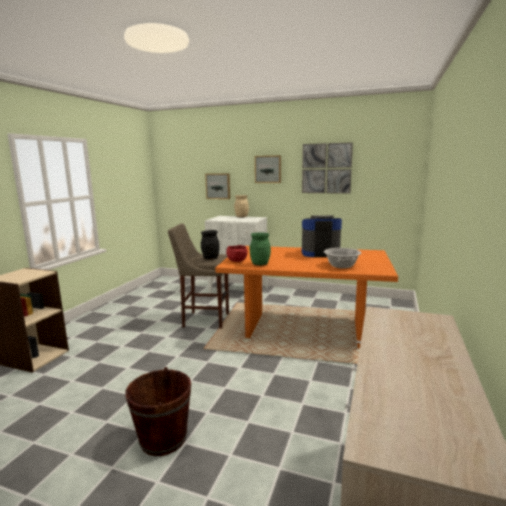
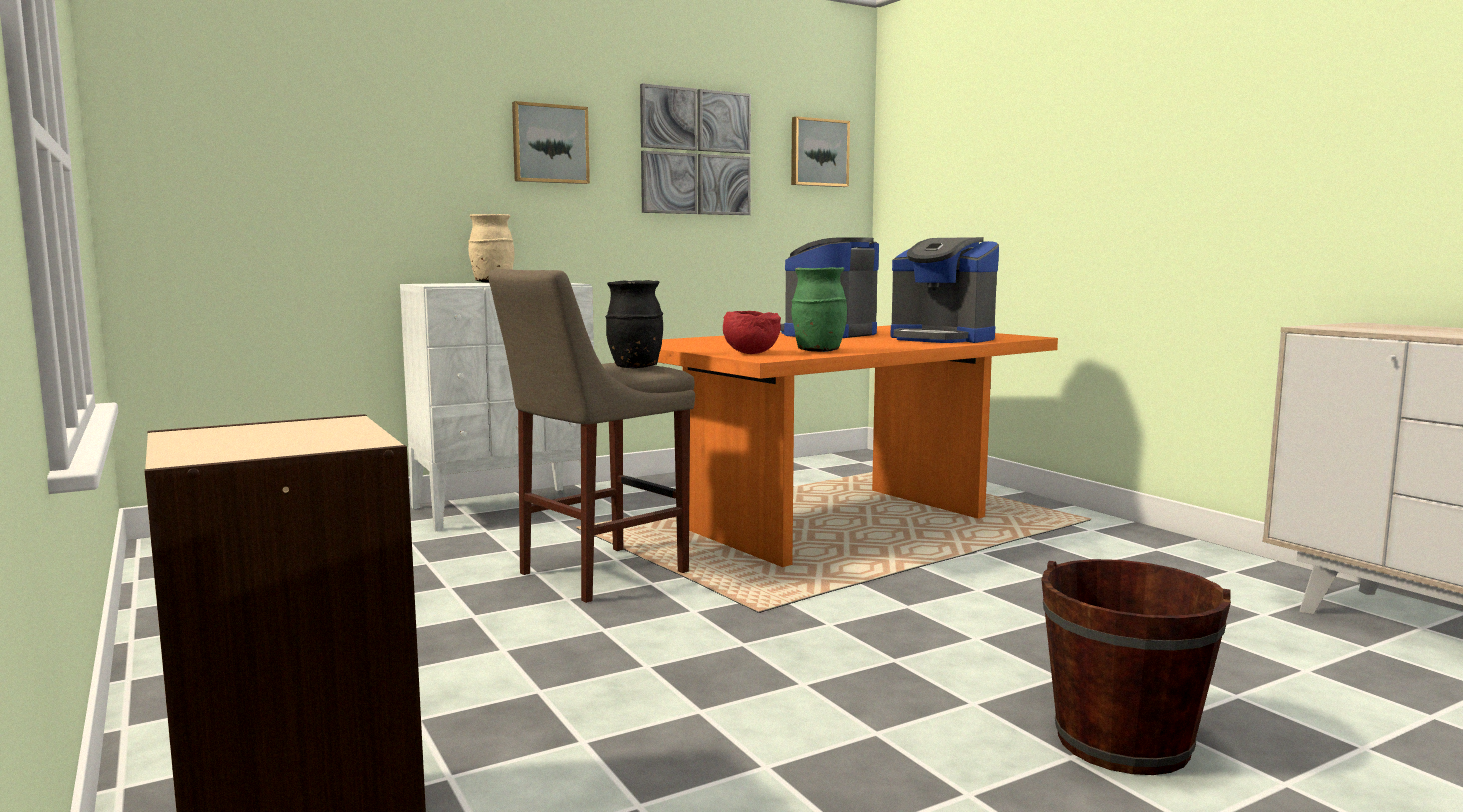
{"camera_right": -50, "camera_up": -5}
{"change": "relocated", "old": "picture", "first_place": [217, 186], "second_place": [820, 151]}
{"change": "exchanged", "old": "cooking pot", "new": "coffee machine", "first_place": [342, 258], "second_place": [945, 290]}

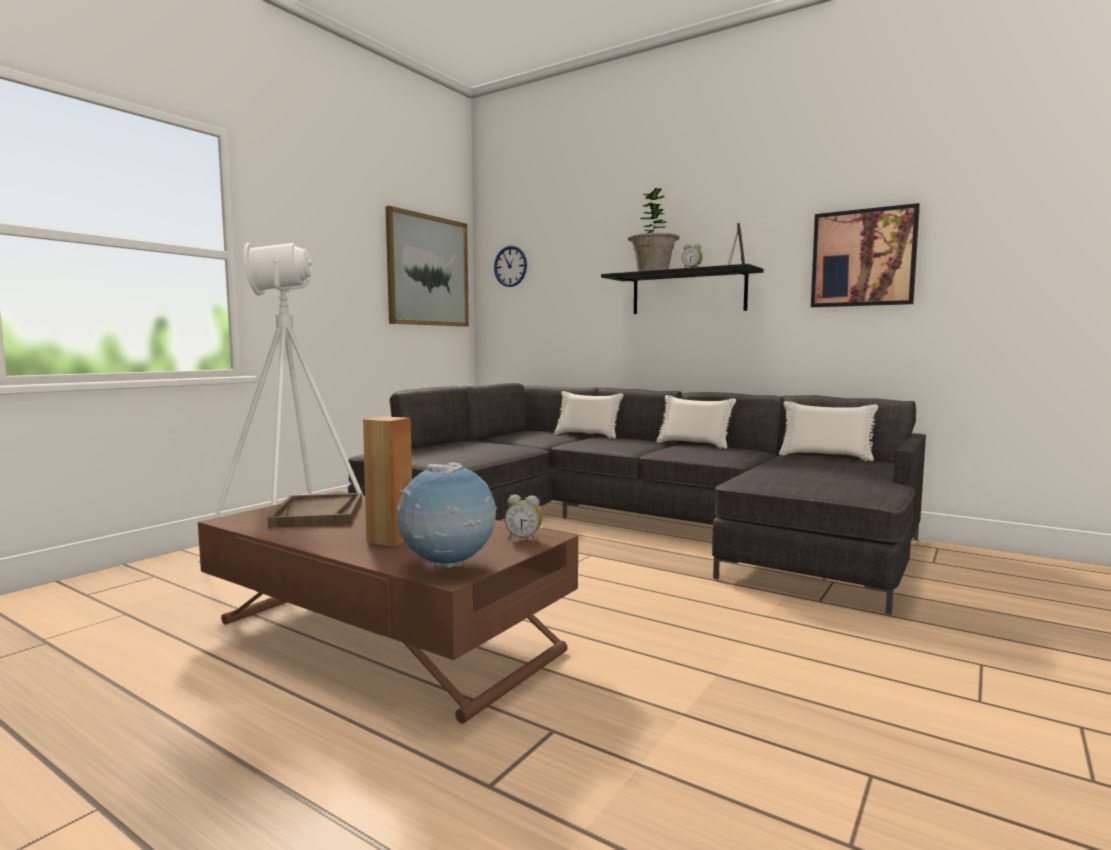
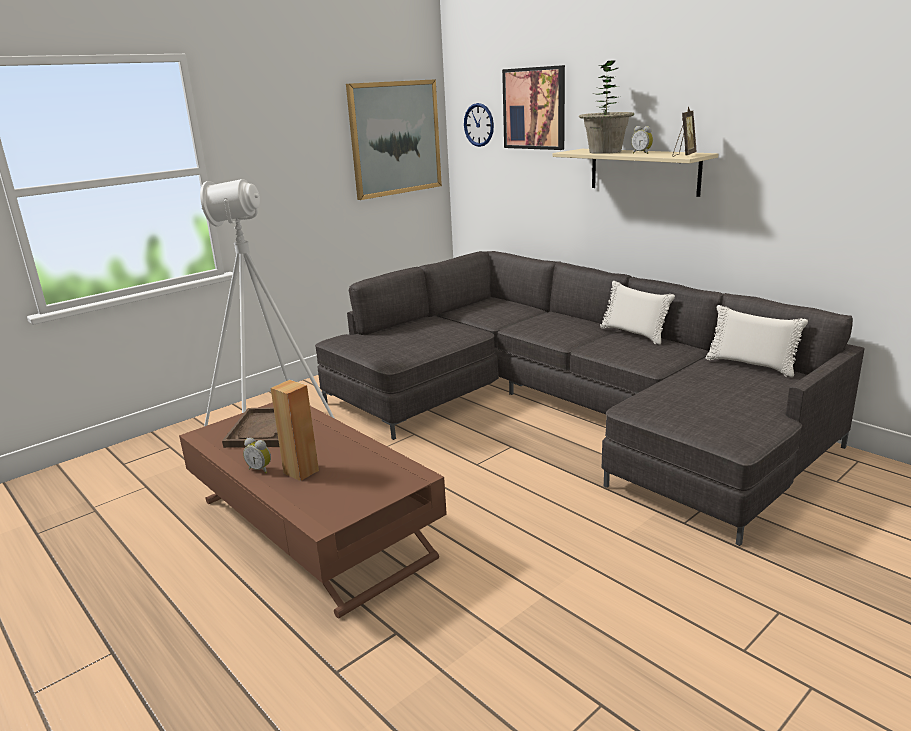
{"camera_right": 15, "camera_up": 15}
{"change": "missing", "old": "globe", "first_place": [446, 515]}
{"change": "missing", "old": "pillow in white", "first_place": [589, 415]}
{"change": "relocated", "old": "alarm clock", "first_place": [523, 518], "second_place": [257, 455]}
{"change": "relocated", "old": "picture", "first_place": [865, 255], "second_place": [533, 107]}
{"change": "colour", "old": "shelf in black", "new": "shelf in beige", "first_place": [682, 289], "second_place": [635, 173]}

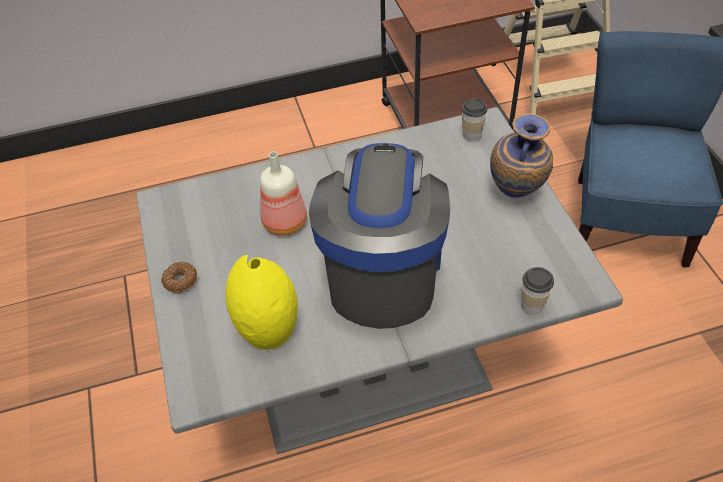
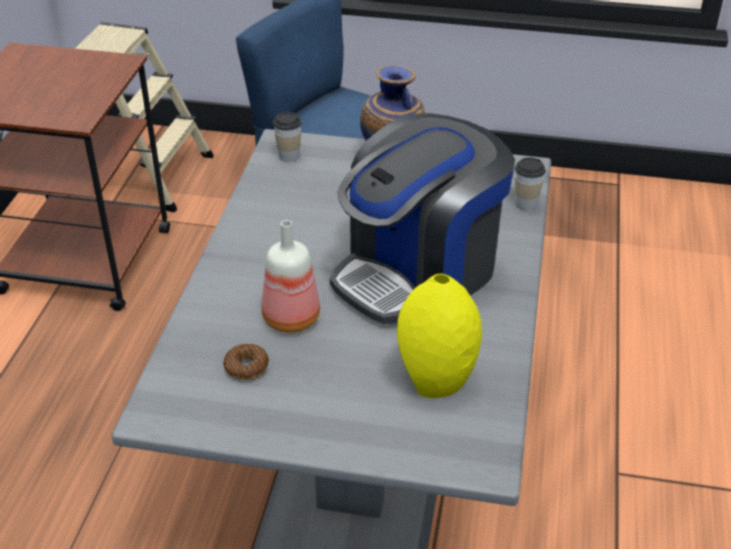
{"camera_right": -65, "camera_up": -10}
{"change": "relocated", "old": "donut", "first_place": [179, 277], "second_place": [246, 362]}
{"change": "spun", "old": "coffee machine", "first_place": [379, 236], "second_place": [422, 218], "degrees": -75}

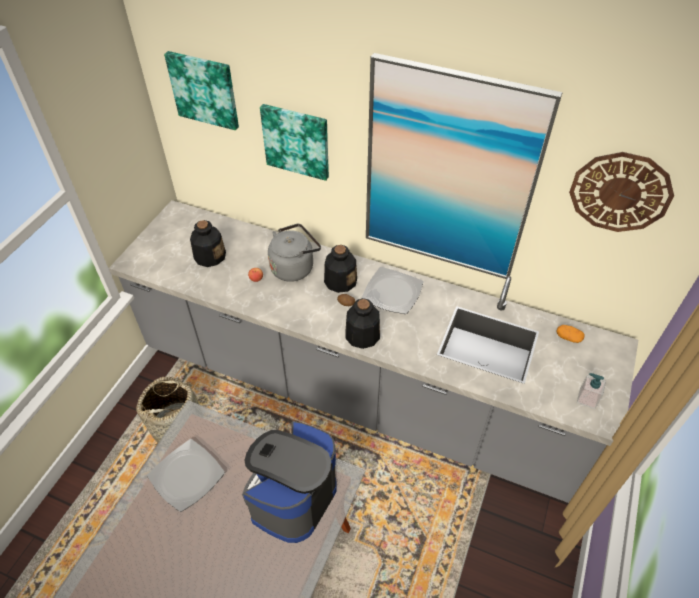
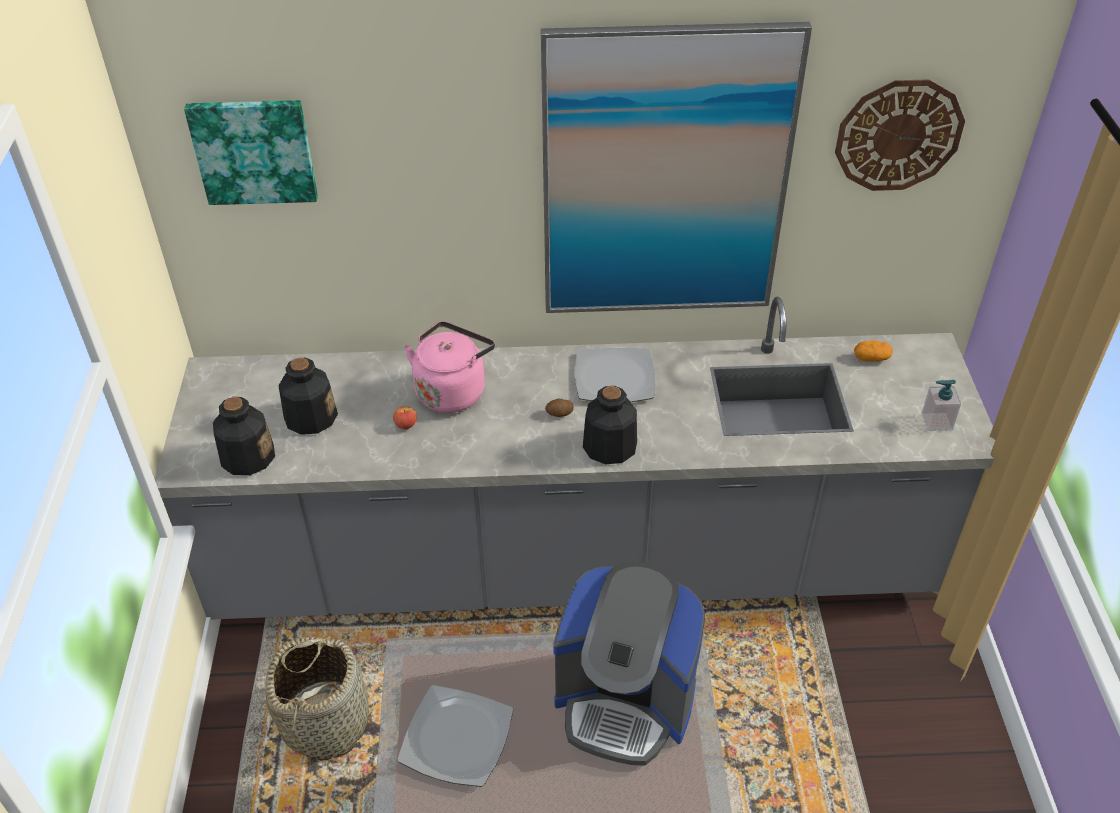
{"camera_right": -25, "camera_up": -5}
{"change": "missing", "old": "picture", "first_place": [294, 142]}
{"change": "relocated", "old": "bottle", "first_place": [340, 269], "second_place": [244, 436]}
{"change": "colour", "old": "kettle in grey", "new": "kettle in pink", "first_place": [294, 253], "second_place": [449, 367]}
{"change": "spun", "old": "coffee machine", "first_place": [289, 482], "second_place": [630, 663], "degrees": -75}

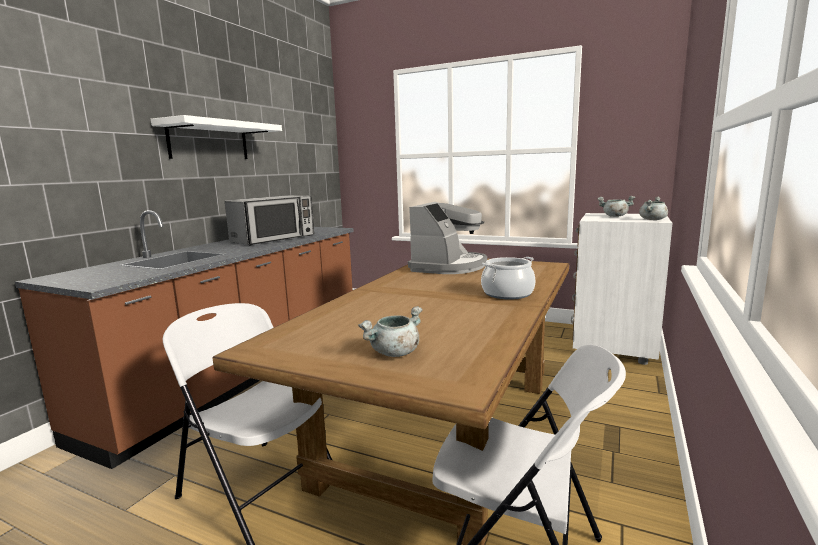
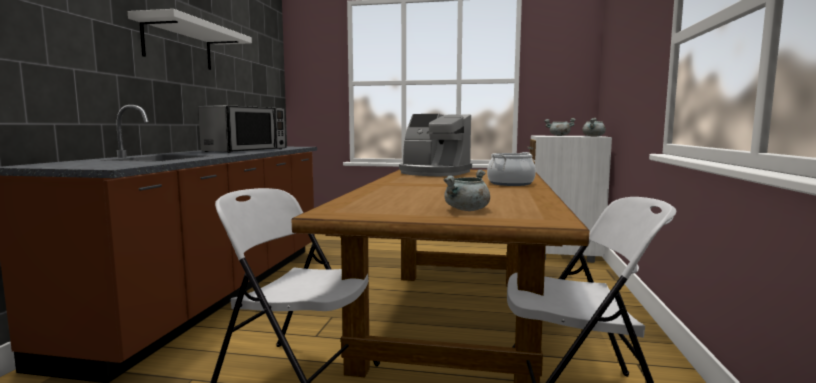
{"camera_right": -15, "camera_up": -5}
{"change": "spun", "old": "coffee machine", "first_place": [447, 238], "second_place": [435, 145], "degrees": 105}

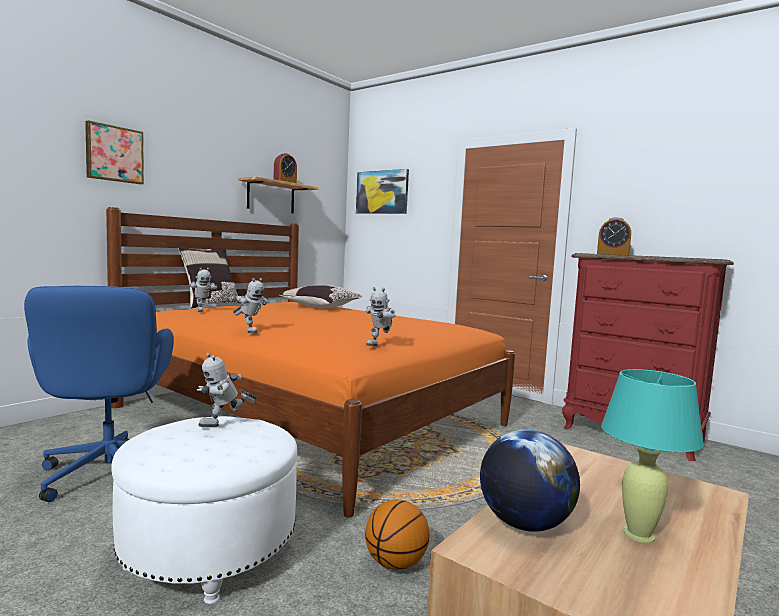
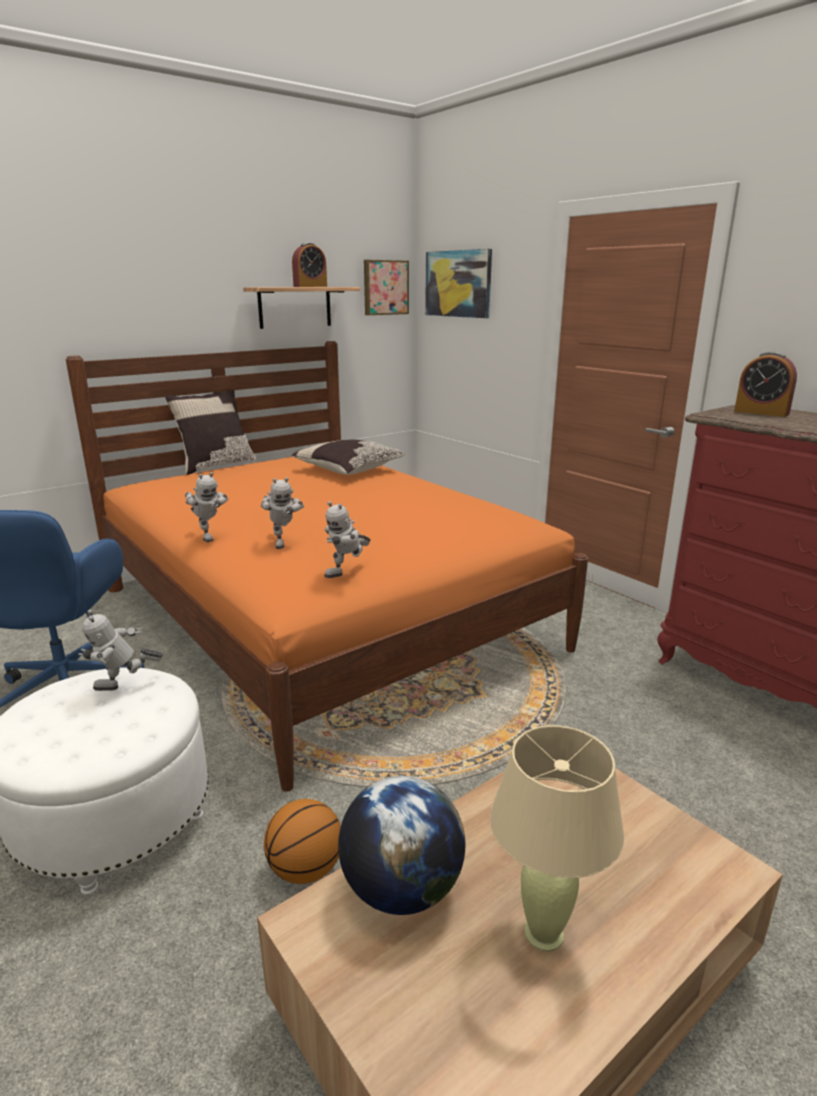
{"camera_right": 15, "camera_up": 15}
{"change": "relocated", "old": "picture", "first_place": [114, 152], "second_place": [386, 287]}
{"change": "relocated", "old": "toy robot", "first_place": [203, 290], "second_place": [282, 513]}
{"change": "colour", "old": "table lamp in turquoise", "new": "table lamp in beige", "first_place": [652, 456], "second_place": [557, 838]}

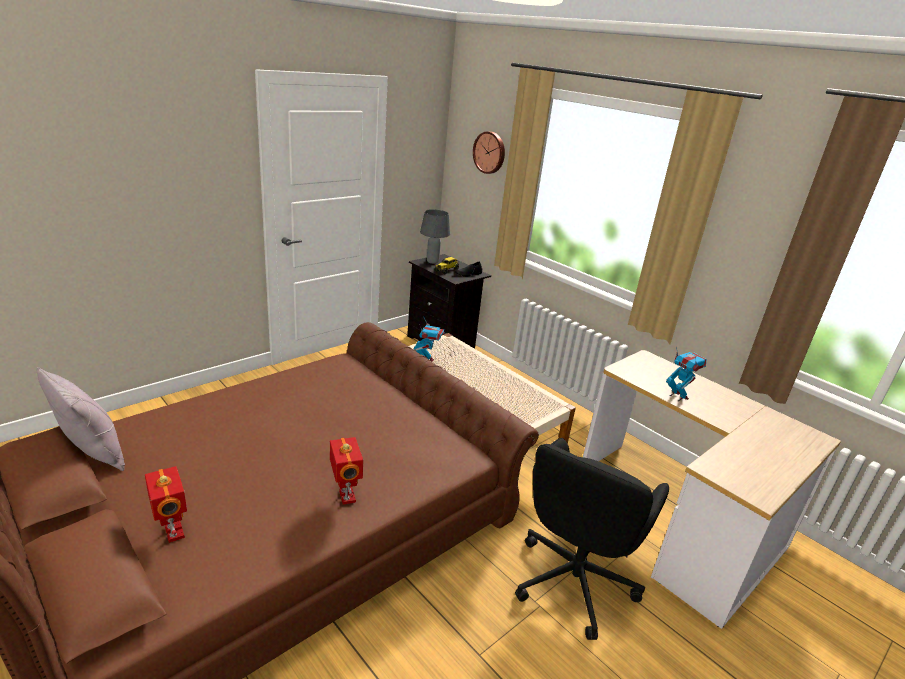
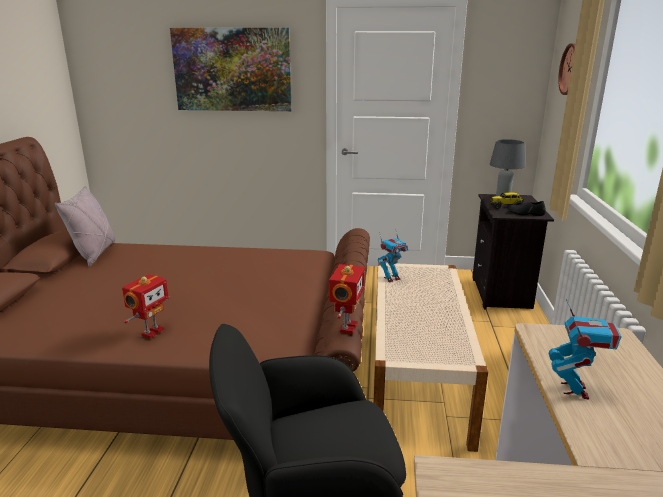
{"camera_right": 50, "camera_up": -5}
{"change": "appeared", "new": "picture", "second_place": [231, 69]}
{"change": "relocated", "old": "toy robot", "first_place": [166, 504], "second_place": [347, 299]}

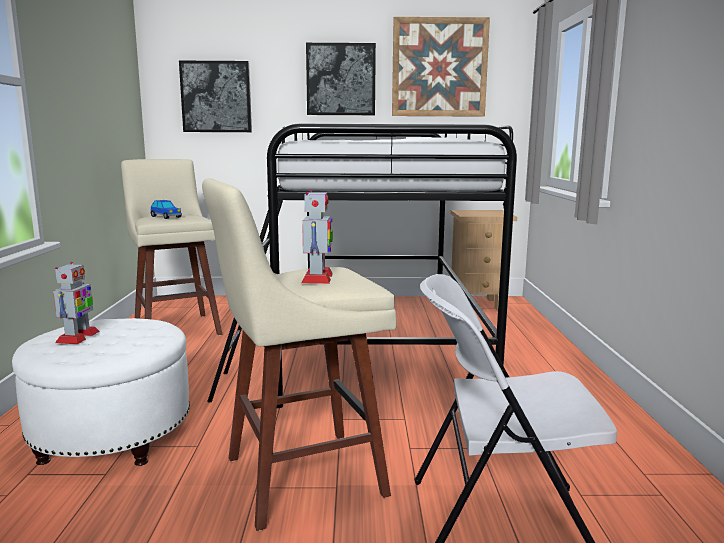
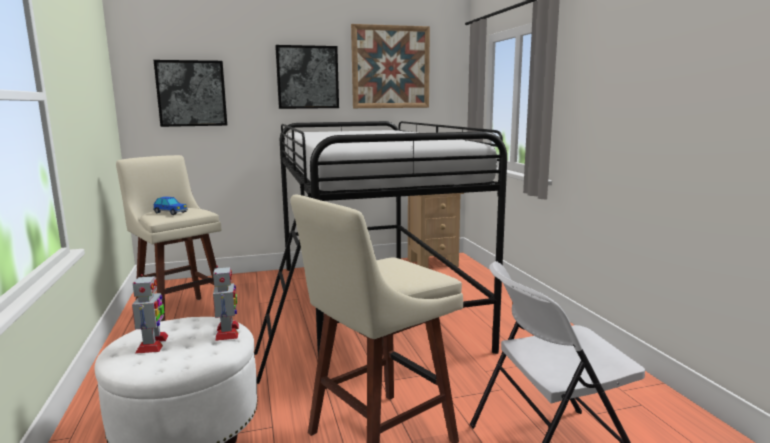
{"camera_right": -15, "camera_up": 0}
{"change": "relocated", "old": "toy robot", "first_place": [317, 237], "second_place": [226, 303]}

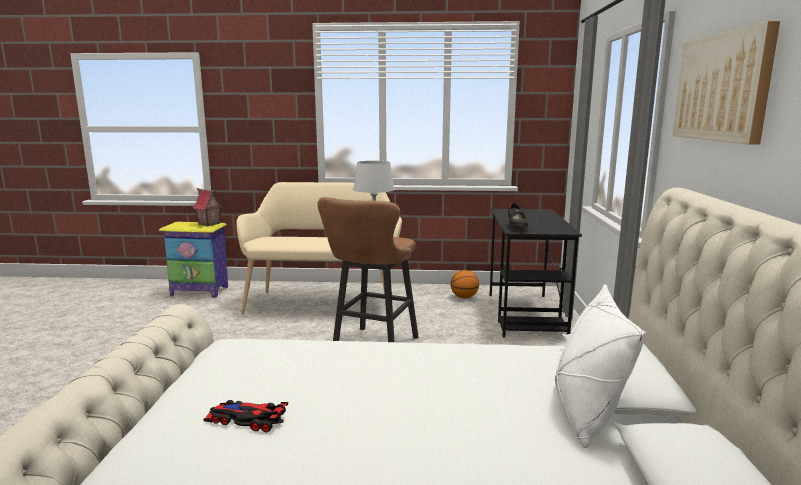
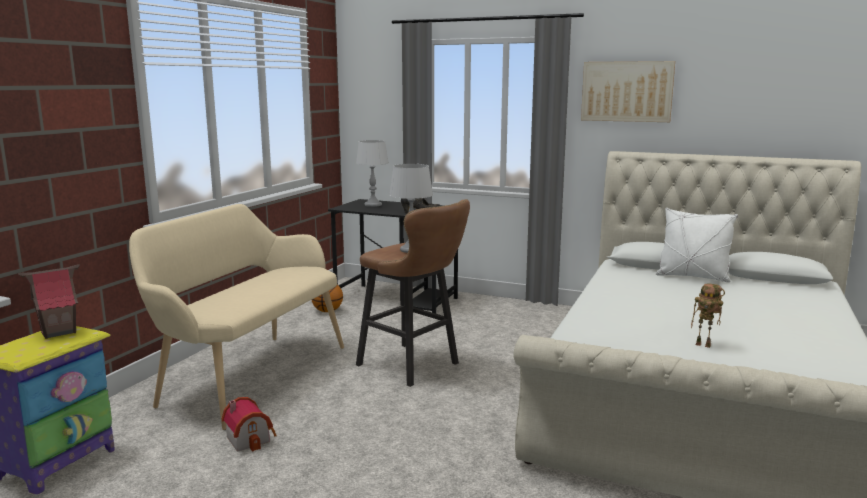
{"camera_right": -70, "camera_up": 0}
{"change": "appeared", "new": "toy house", "second_place": [249, 424]}
{"change": "appeared", "new": "table lamp in grey", "second_place": [372, 173]}
{"change": "exchanged", "old": "toy car", "new": "toy robot", "first_place": [246, 416], "second_place": [708, 316]}

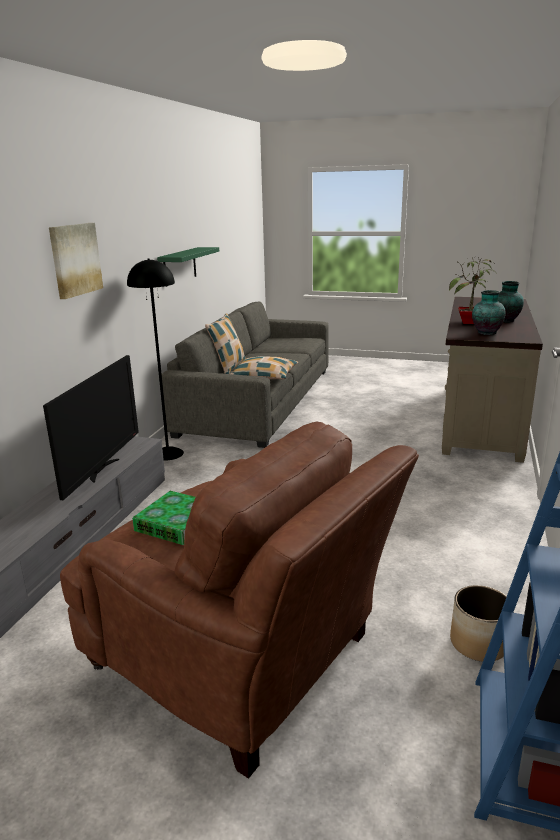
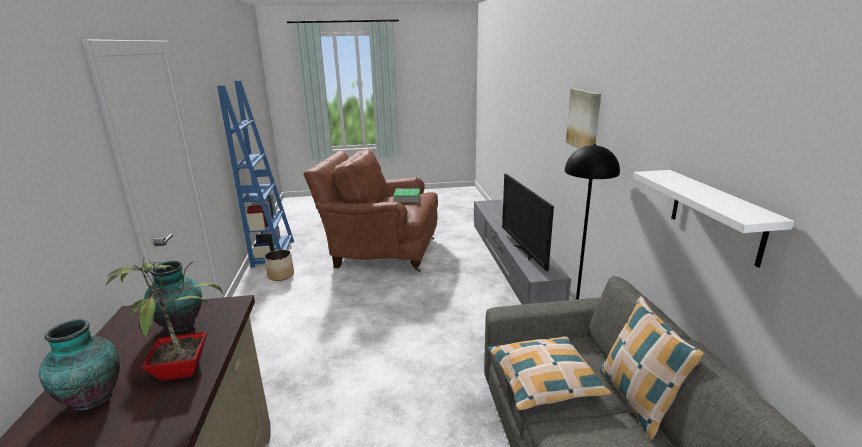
{"camera_right": 155, "camera_up": 0}
{"change": "colour", "old": "shelf in green", "new": "shelf in white", "first_place": [188, 267], "second_place": [713, 219]}

